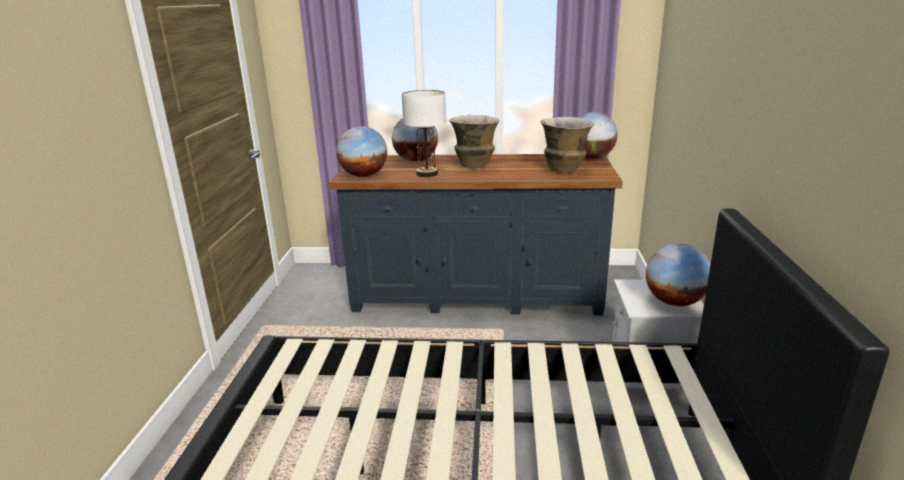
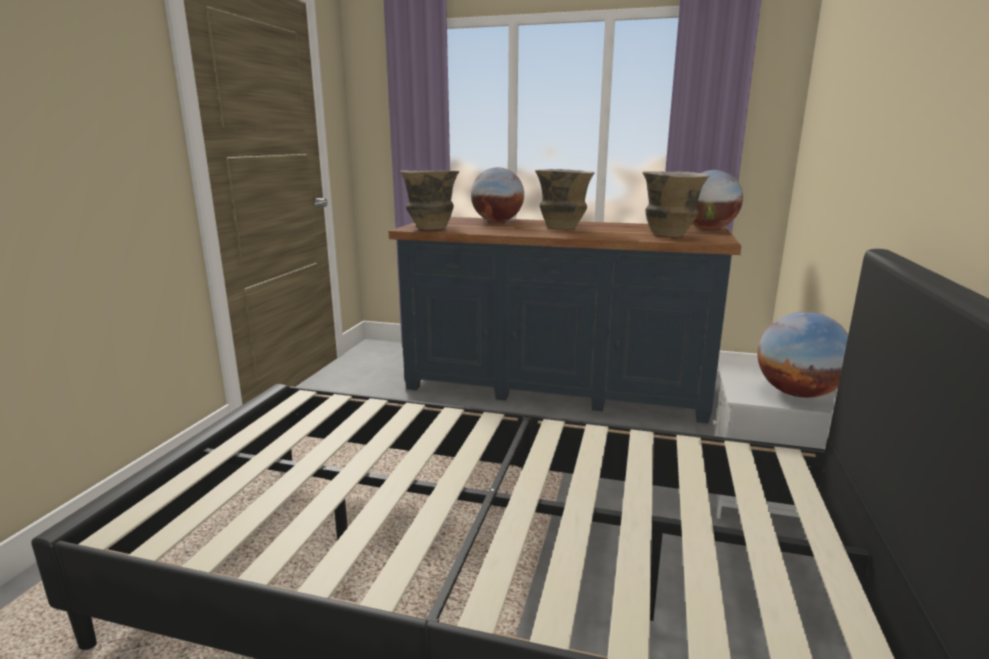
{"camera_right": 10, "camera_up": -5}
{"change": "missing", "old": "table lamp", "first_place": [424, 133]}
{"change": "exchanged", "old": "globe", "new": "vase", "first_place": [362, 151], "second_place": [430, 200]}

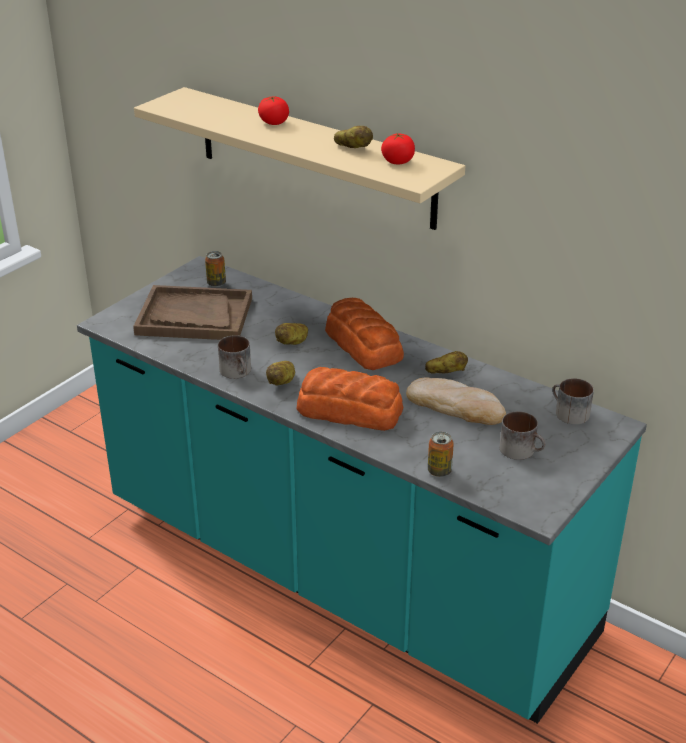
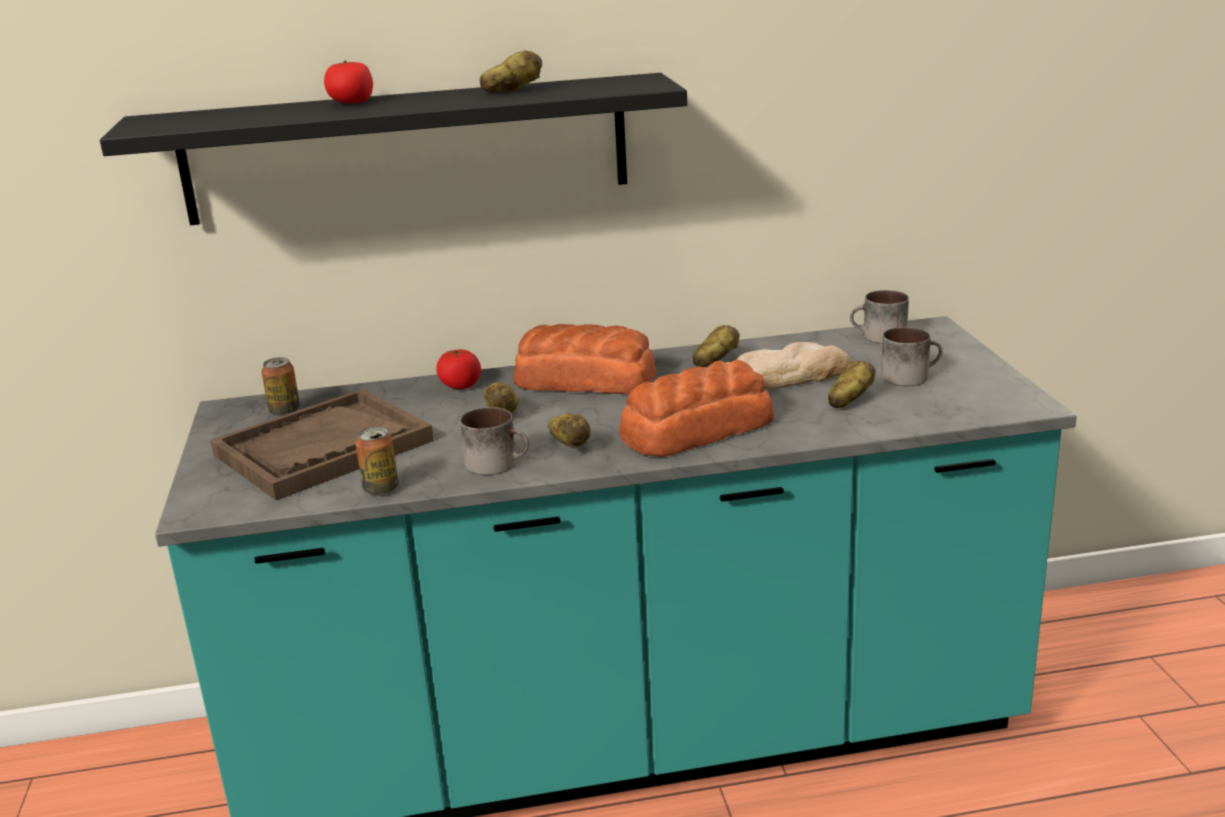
{"camera_right": -45, "camera_up": -10}
{"change": "appeared", "new": "potato", "second_place": [852, 384]}
{"change": "relocated", "old": "tomato", "first_place": [398, 148], "second_place": [458, 369]}
{"change": "relocated", "old": "can", "first_place": [441, 454], "second_place": [377, 461]}
{"change": "colour", "old": "shelf in beige", "new": "shelf in black", "first_place": [299, 158], "second_place": [393, 149]}

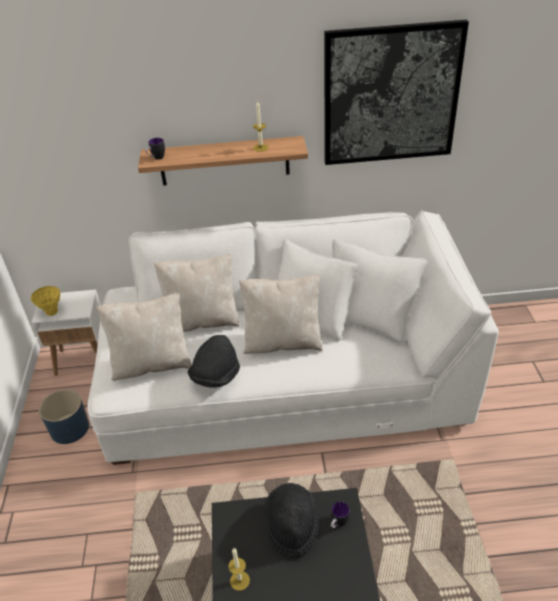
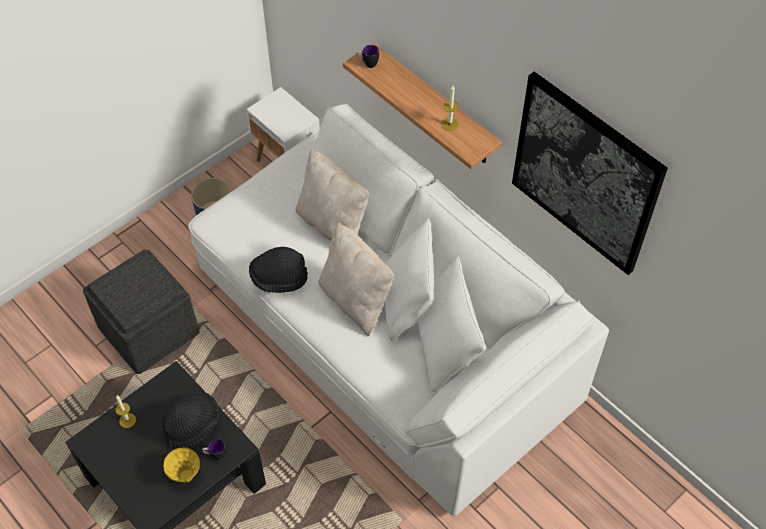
{"camera_right": 50, "camera_up": 15}
{"change": "missing", "old": "pillow in beige", "first_place": [144, 337]}
{"change": "appeared", "new": "ottoman in grey", "second_place": [141, 312]}
{"change": "relocated", "old": "vase in yellow", "first_place": [45, 301], "second_place": [181, 465]}

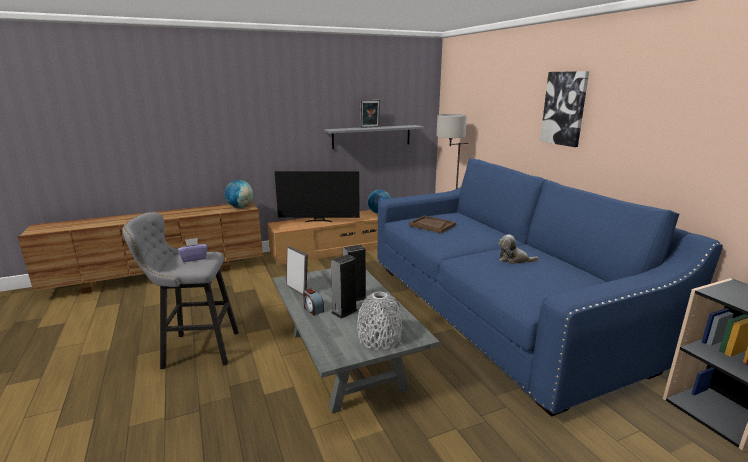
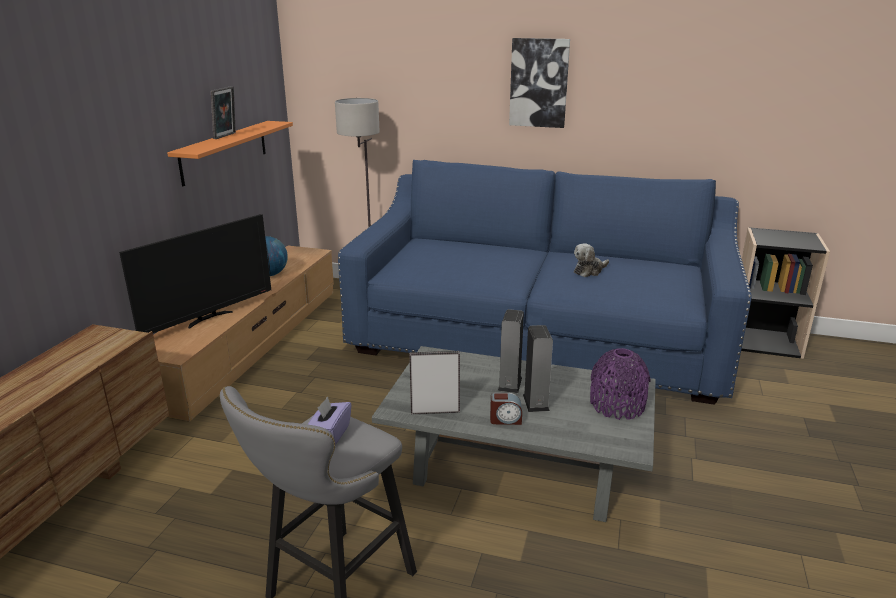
{"camera_right": -50, "camera_up": 5}
{"change": "missing", "old": "globe", "first_place": [239, 194]}
{"change": "missing", "old": "tray in brown", "first_place": [432, 224]}
{"change": "colour", "old": "shelf in grey", "new": "shelf in orange", "first_place": [374, 137], "second_place": [230, 153]}
{"change": "colour", "old": "vase in grey", "new": "vase in purple", "first_place": [379, 321], "second_place": [620, 384]}

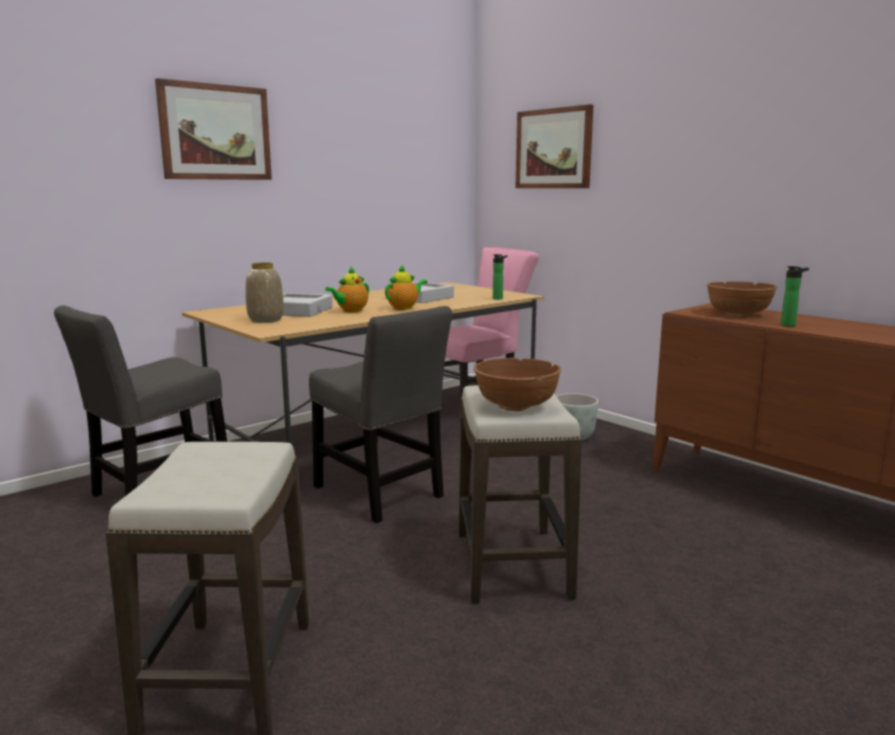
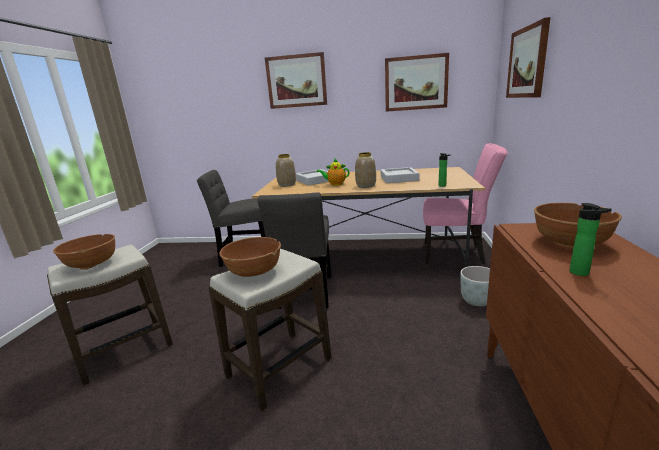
{"camera_right": 50, "camera_up": 5}
{"change": "appeared", "new": "bowl in brown", "second_place": [84, 251]}
{"change": "appeared", "new": "picture", "second_place": [417, 82]}
{"change": "exchanged", "old": "teapot", "new": "vase", "first_place": [406, 287], "second_place": [365, 170]}

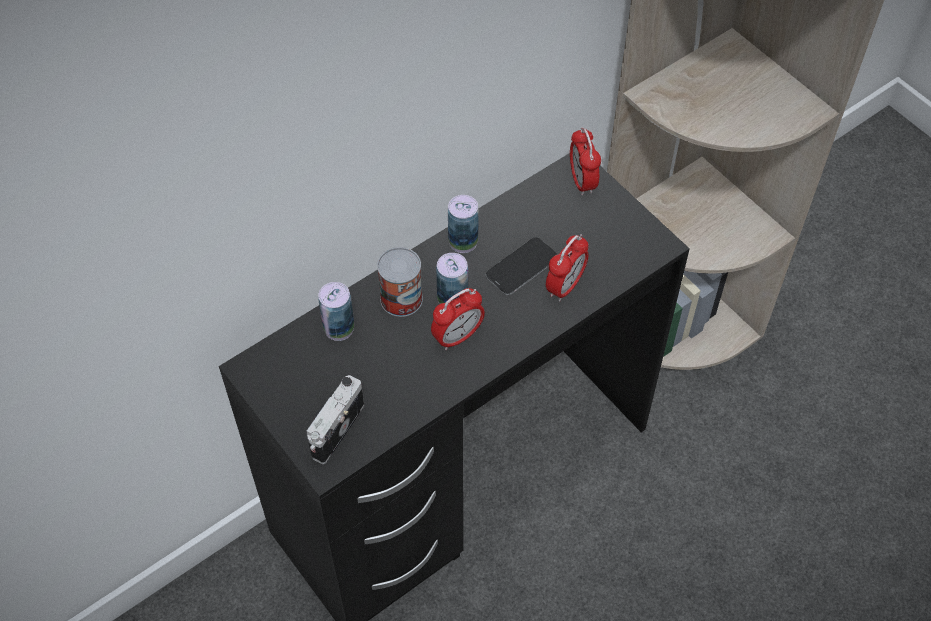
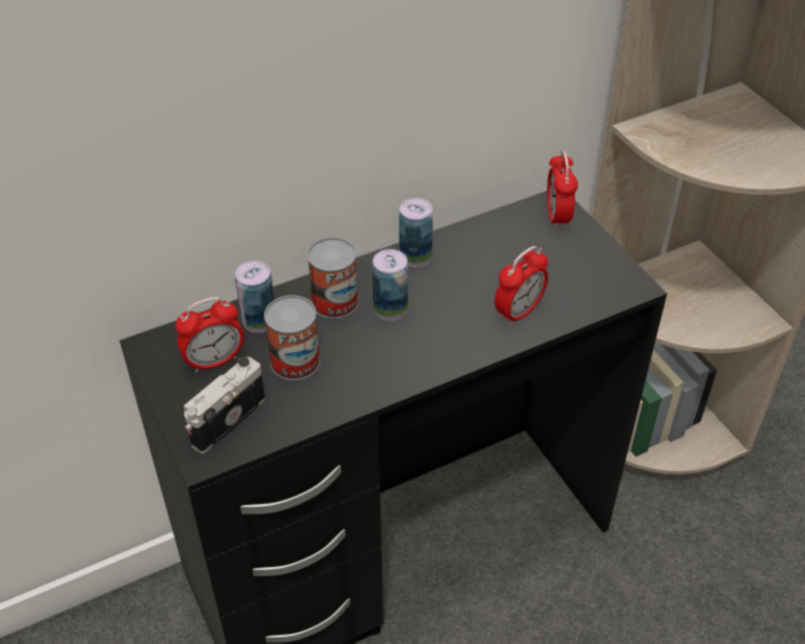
{"camera_right": 10, "camera_up": -10}
{"change": "missing", "old": "phone", "first_place": [521, 266]}
{"change": "appeared", "new": "can", "second_place": [292, 337]}
{"change": "relocated", "old": "alarm clock", "first_place": [458, 319], "second_place": [209, 335]}

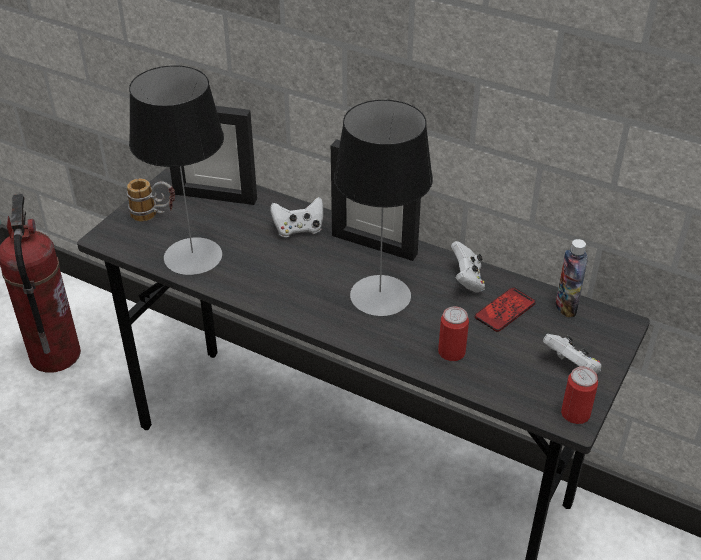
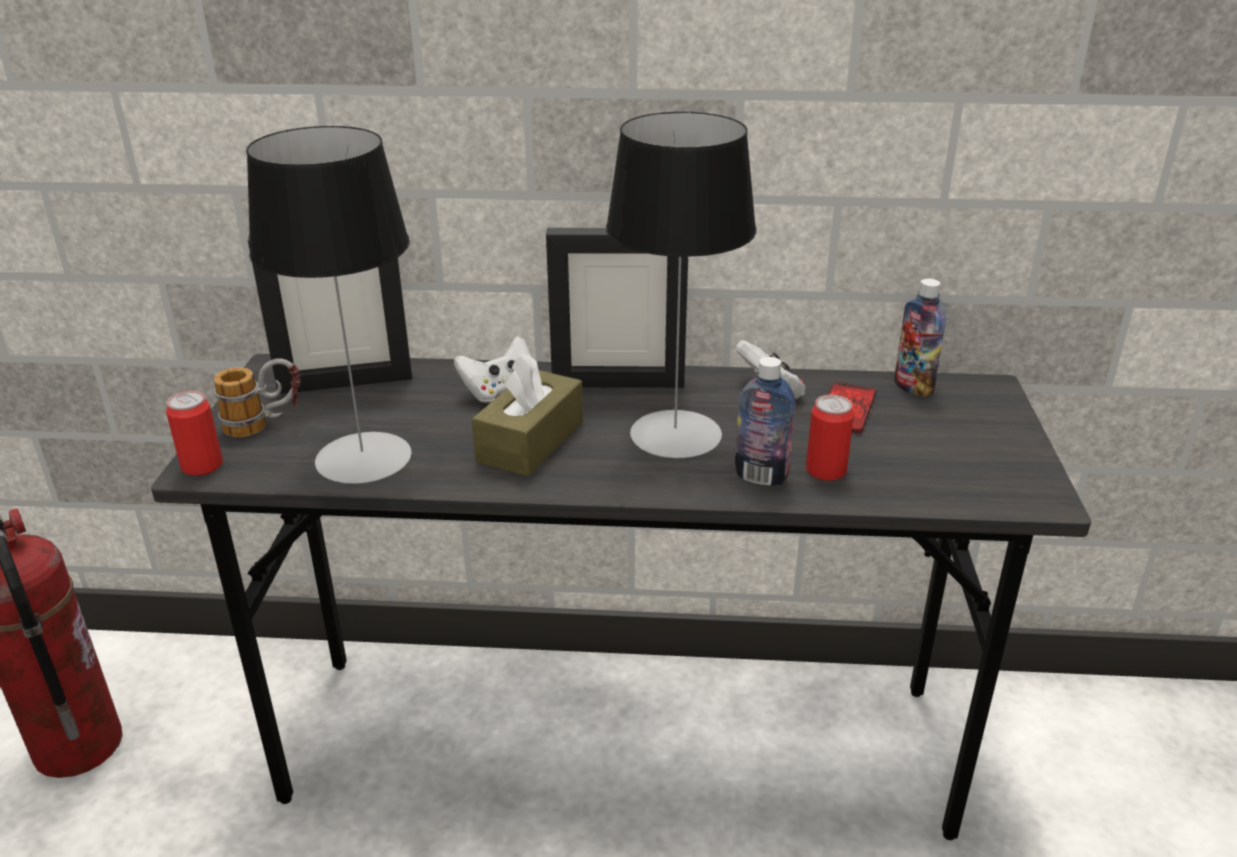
{"camera_right": -25, "camera_up": -10}
{"change": "missing", "old": "game controller in white", "first_place": [572, 354]}
{"change": "appeared", "new": "tissue box in brown", "second_place": [527, 414]}
{"change": "appeared", "new": "bottle", "second_place": [765, 421]}
{"change": "relocated", "old": "can", "first_place": [579, 395], "second_place": [194, 433]}

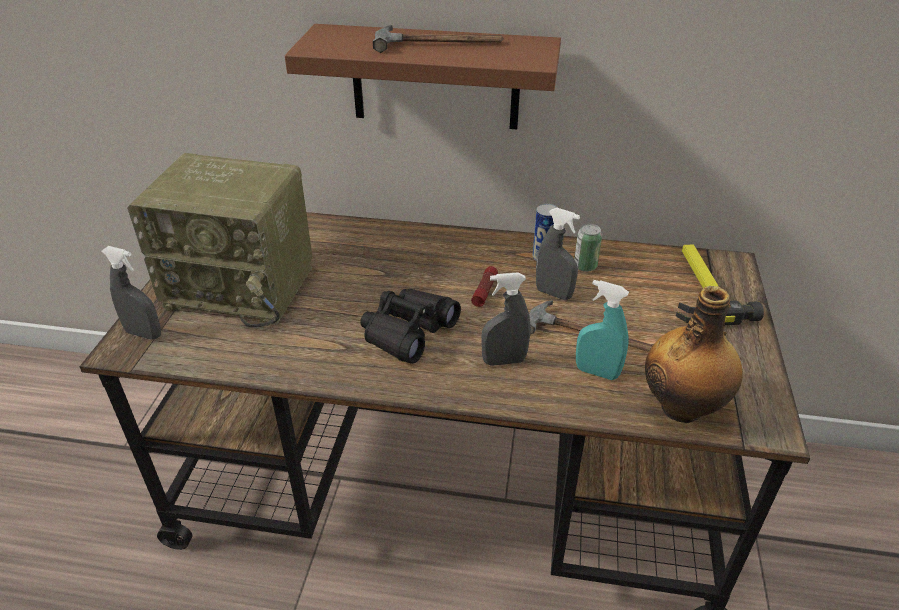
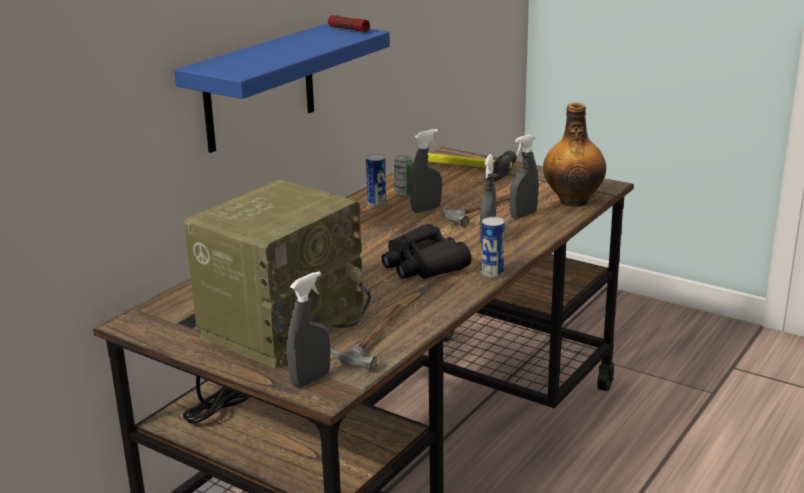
{"camera_right": -65, "camera_up": -15}
{"change": "appeared", "new": "can", "second_place": [493, 248]}
{"change": "relocated", "old": "hammer", "first_place": [438, 39], "second_place": [367, 337]}
{"change": "relocated", "old": "flashlight", "first_place": [484, 286], "second_place": [349, 23]}
{"change": "colour", "old": "shelf in brown", "new": "shelf in blue", "first_place": [423, 76], "second_place": [282, 88]}
{"change": "colour", "old": "spray bottle in turquoise", "new": "spray bottle in grey", "first_place": [602, 330], "second_place": [524, 176]}

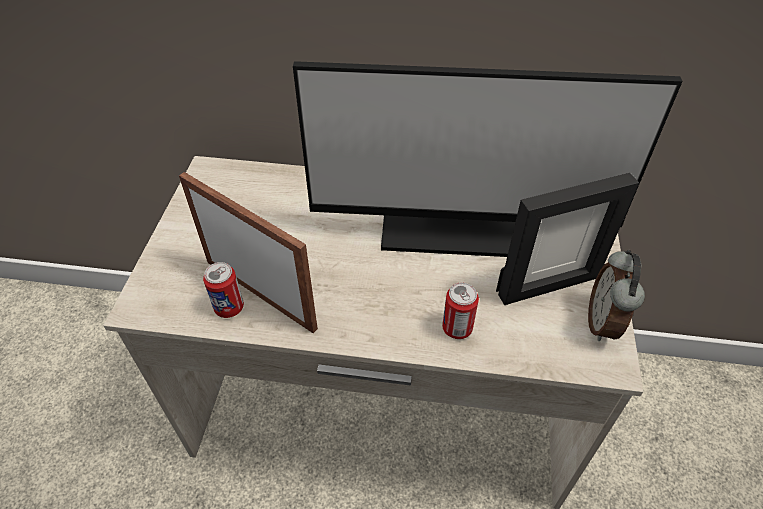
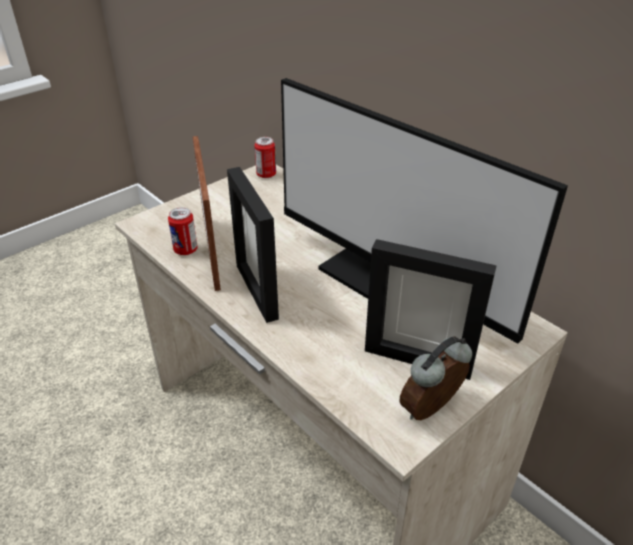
{"camera_right": 40, "camera_up": -10}
{"change": "appeared", "new": "picture frame", "second_place": [253, 245]}
{"change": "relocated", "old": "can", "first_place": [460, 311], "second_place": [265, 157]}

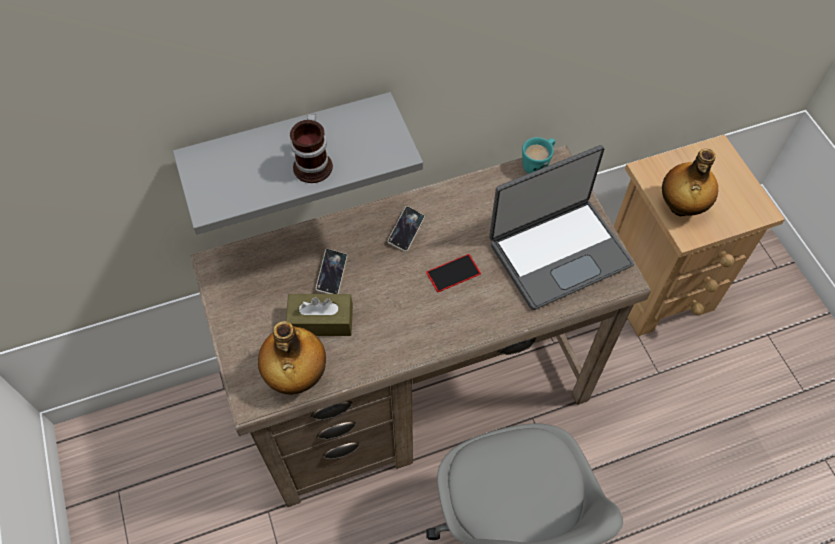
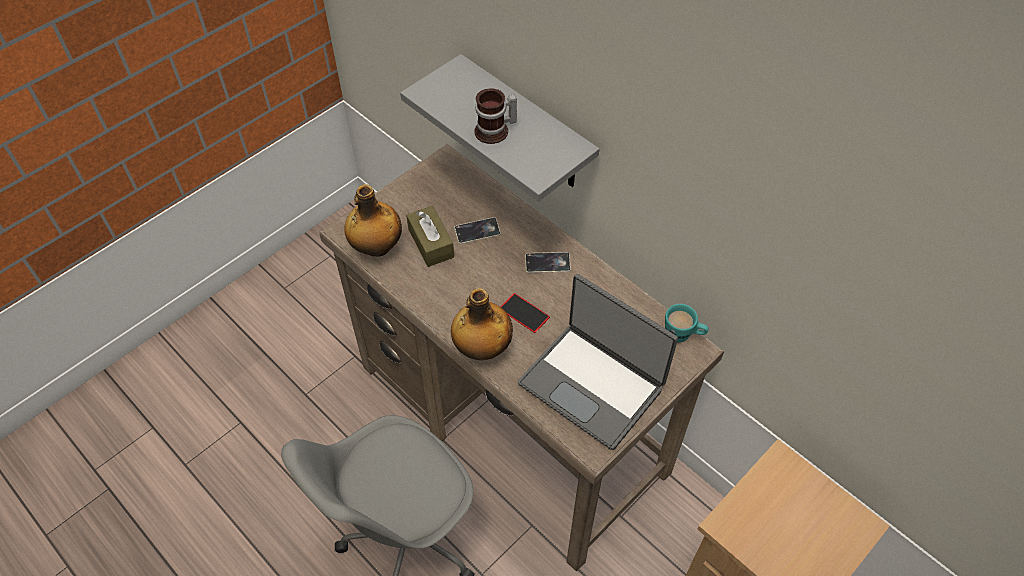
{"camera_right": 65, "camera_up": -5}
{"change": "relocated", "old": "bottle", "first_place": [690, 182], "second_place": [482, 324]}

